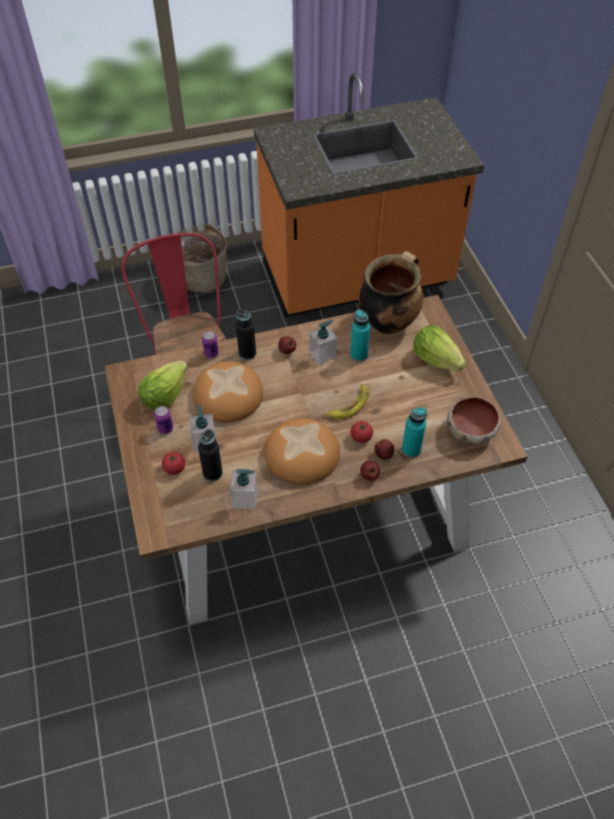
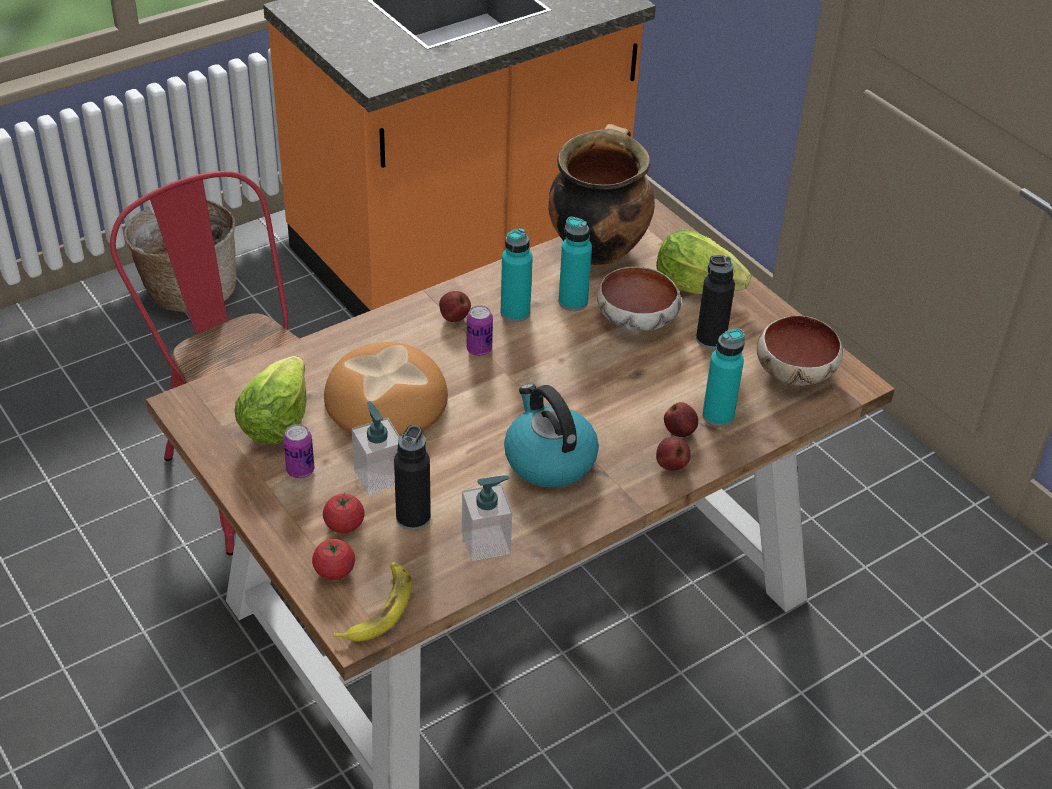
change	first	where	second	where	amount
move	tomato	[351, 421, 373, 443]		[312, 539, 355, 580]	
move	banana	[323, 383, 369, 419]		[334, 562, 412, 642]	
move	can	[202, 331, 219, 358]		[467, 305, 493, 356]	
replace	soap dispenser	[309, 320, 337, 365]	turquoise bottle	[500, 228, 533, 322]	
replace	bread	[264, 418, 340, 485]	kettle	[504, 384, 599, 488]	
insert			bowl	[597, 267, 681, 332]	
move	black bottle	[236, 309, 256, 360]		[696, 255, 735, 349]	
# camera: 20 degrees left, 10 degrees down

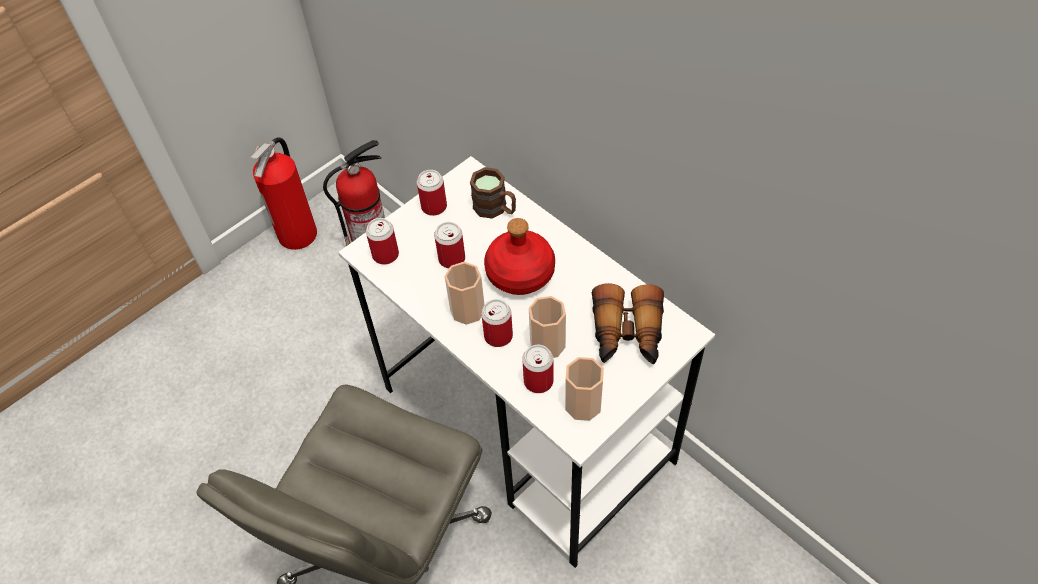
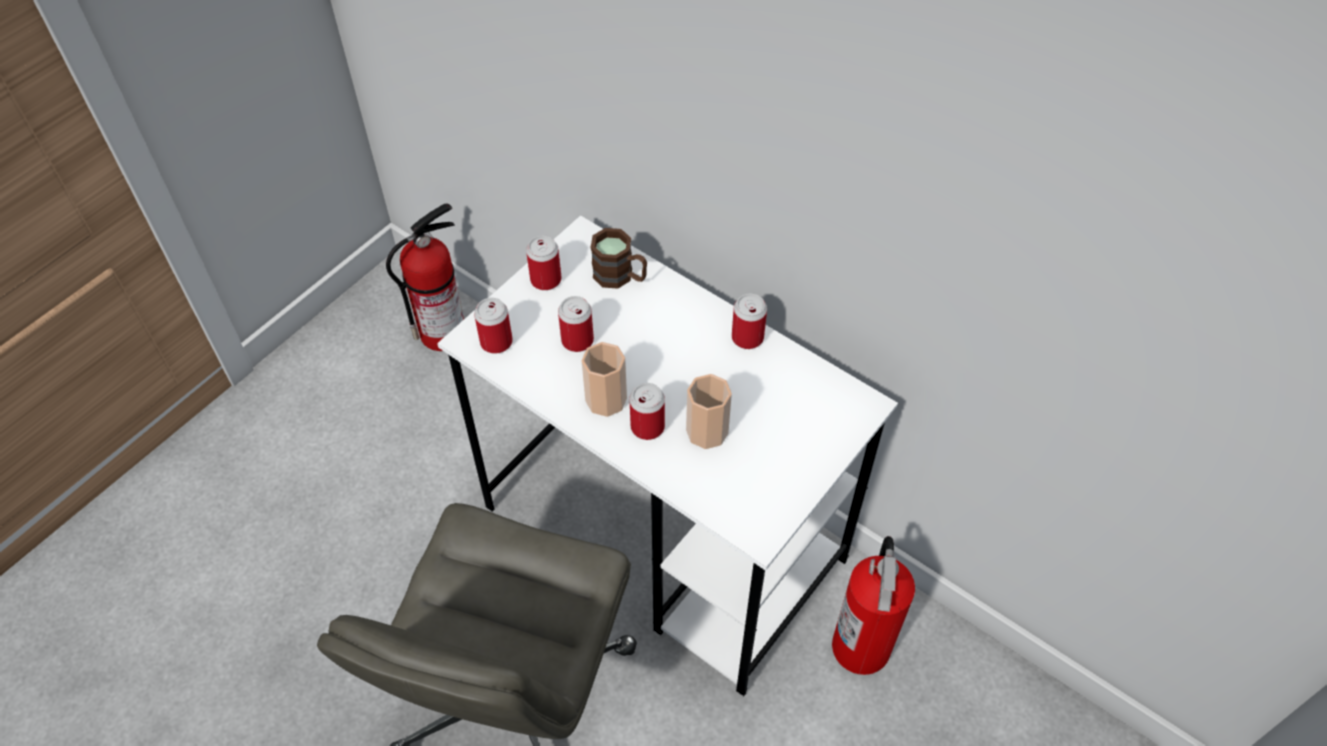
change	first	where	second	where	amount
move	can	[522, 345, 554, 393]		[732, 293, 767, 349]	
move	fire extinguisher	[250, 137, 317, 250]		[832, 536, 915, 675]	
delete	red bottle	[484, 218, 555, 295]			
delete	cup	[565, 357, 604, 421]			
delete	binoculars	[592, 283, 664, 364]			
# camera: 10 degrees left, 0 degrees up

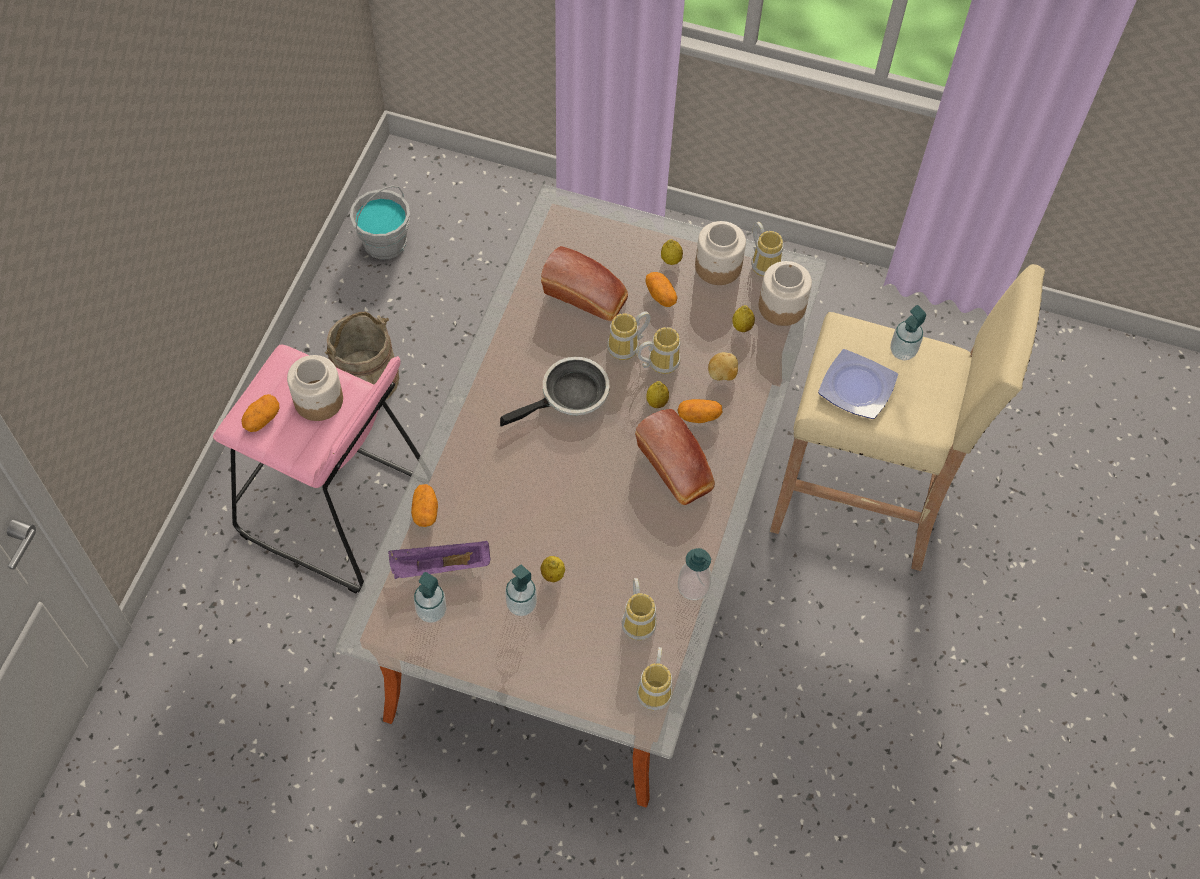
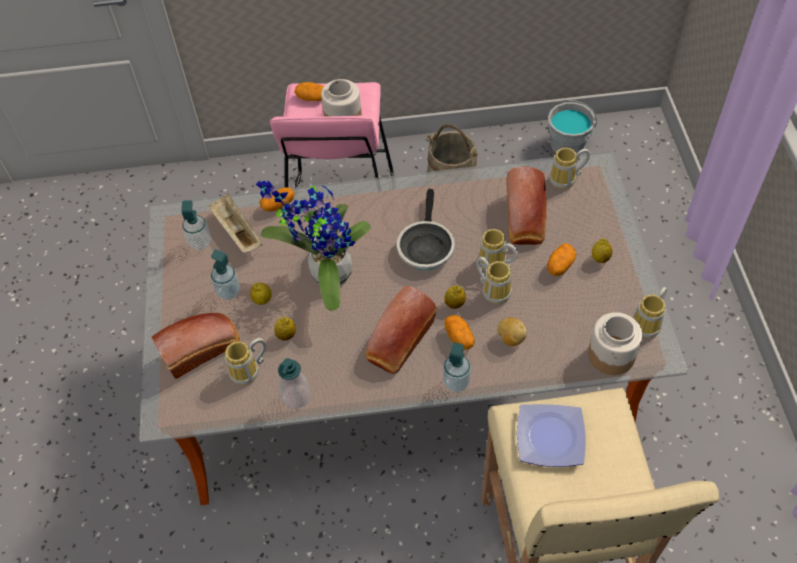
change	first	where	second	where	amount
insert			bread	[152, 313, 240, 379]	
recolor	purple tray	[388, 541, 490, 579]	beige tray	[208, 193, 263, 253]	
insert			potted plant	[256, 177, 371, 311]	
move	lemon	[732, 305, 755, 332]		[274, 317, 296, 340]	
rotate	frying pan	[500, 357, 610, 426]		[397, 189, 455, 270]	60 degrees clockwise
move	soap dispenser	[890, 305, 926, 361]		[443, 342, 471, 392]	
move	mug	[637, 647, 672, 711]		[549, 148, 590, 189]	
delete	jar	[695, 221, 746, 285]			
# camera: 70 degrees right, 5 degrees down

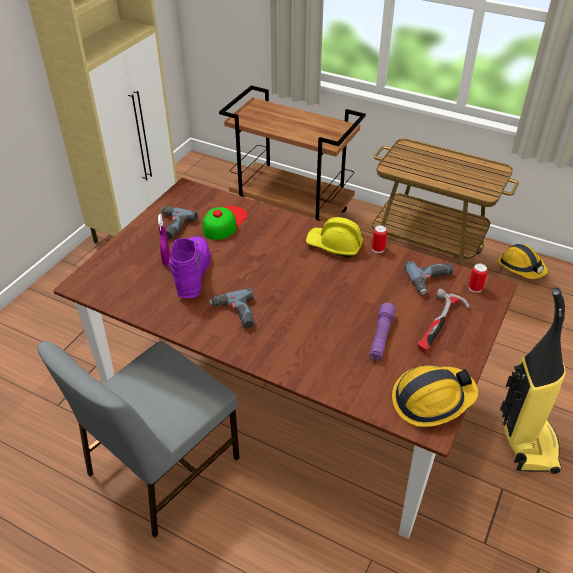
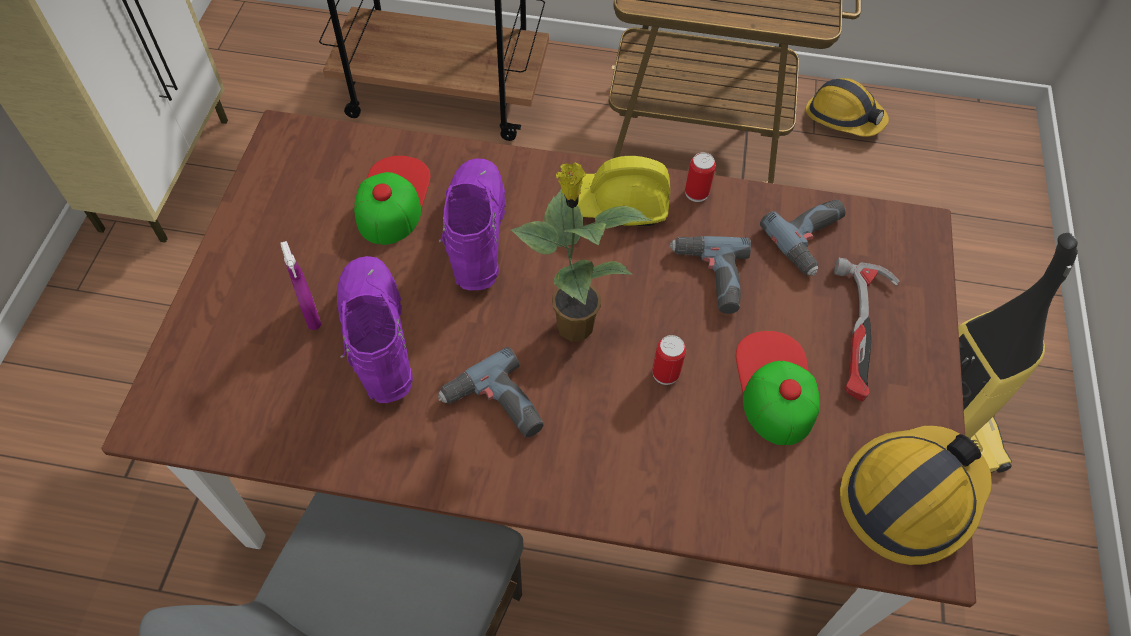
change	first	where	second	where	amount
insert			purple boot	[439, 159, 506, 290]	
insert			potted plant	[511, 163, 652, 342]	
move	can	[469, 263, 488, 293]		[652, 335, 686, 385]	
move	power drill	[160, 206, 198, 239]		[670, 236, 751, 314]	
replace	purple flashlight	[370, 303, 396, 361]	cap	[736, 331, 820, 445]	
# camera: 20 degrees left, 15 degrees up

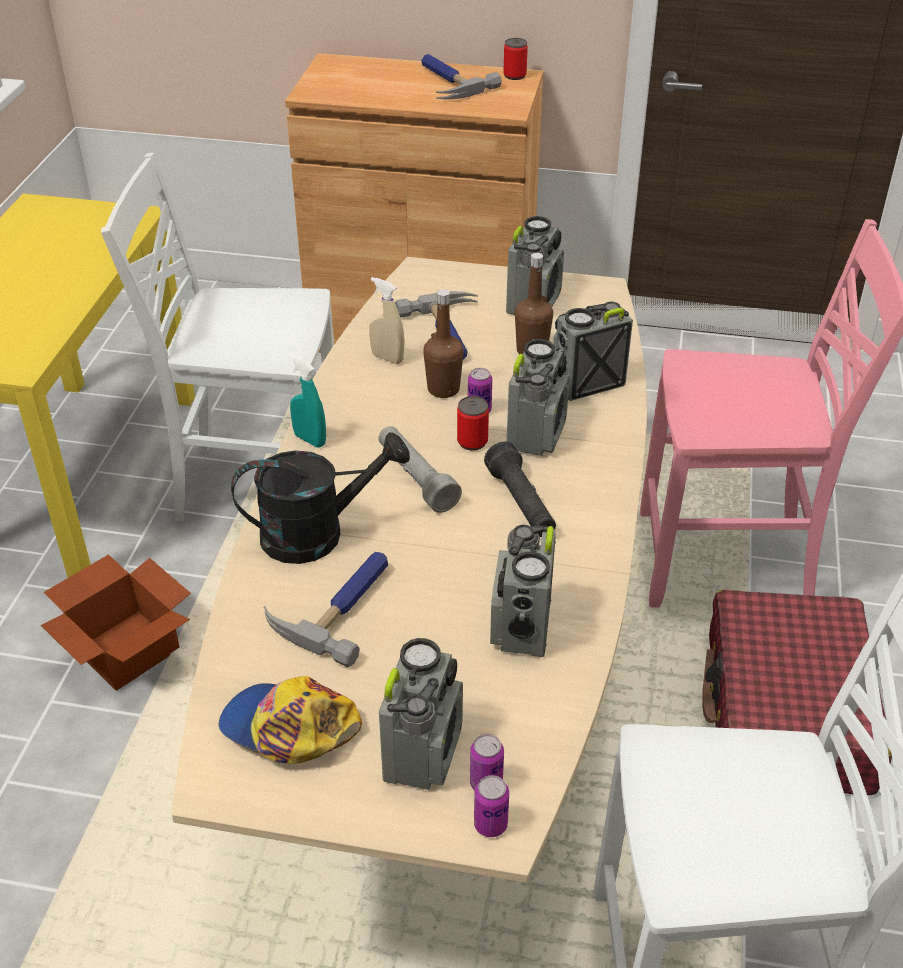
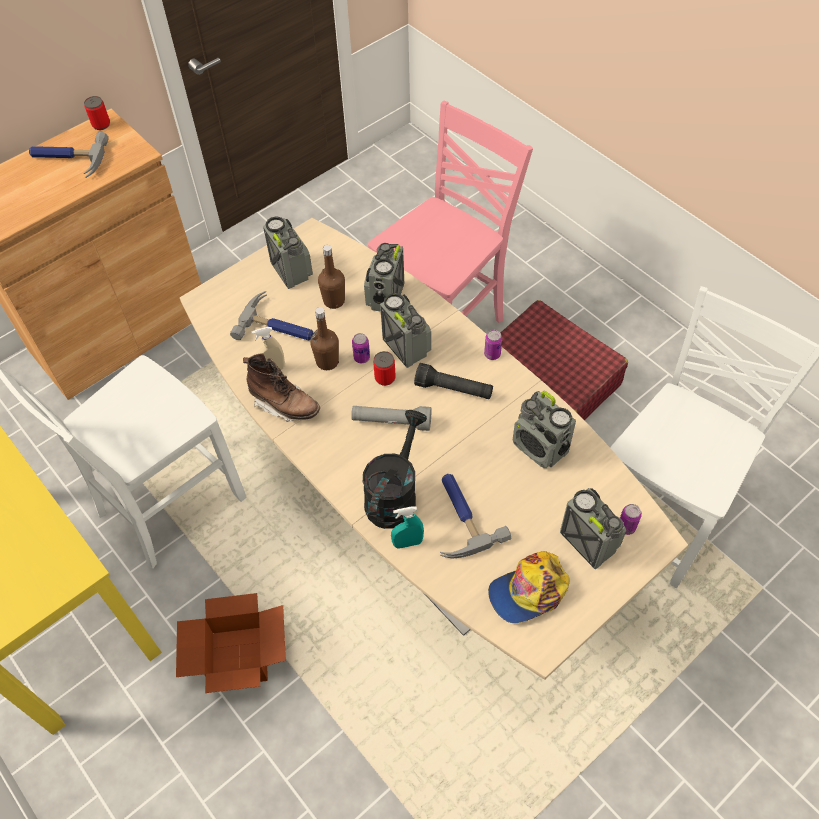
change	first	where	second	where	amount
insert			brown boot	[243, 354, 320, 422]	
move	turquoise spray bottle	[289, 355, 326, 448]		[391, 506, 424, 549]	
move	can	[474, 775, 509, 837]		[484, 330, 502, 360]	
# camera: 50 degrees left, 15 degrees up

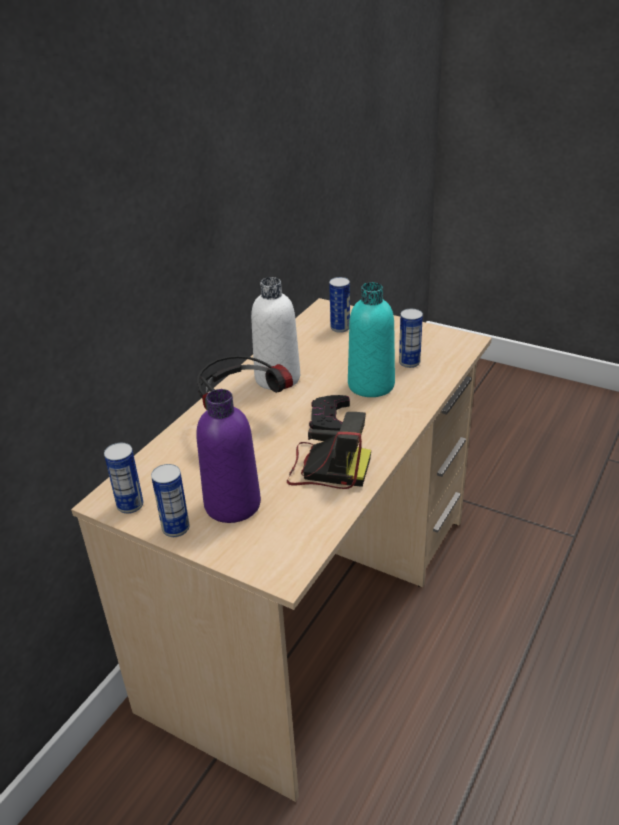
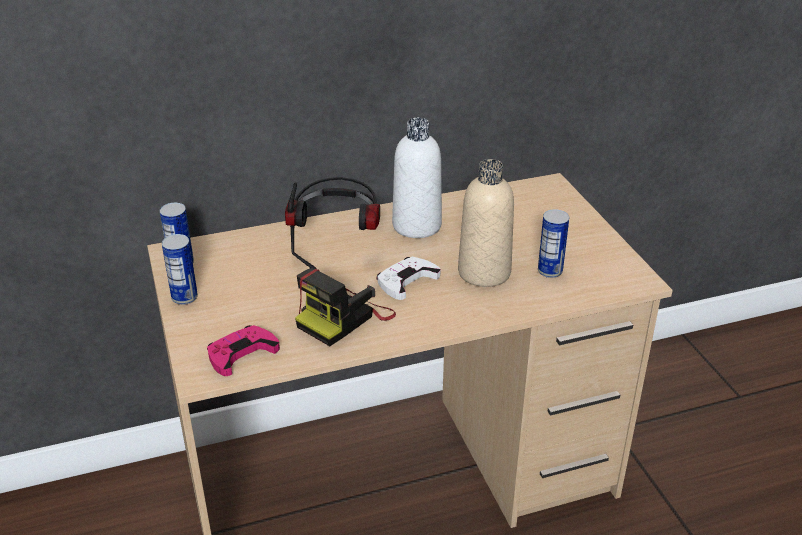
change	first	where	second	where	amount
insert			pink game controller	[207, 325, 280, 376]	
rotate	photo camera	[287, 412, 371, 489]		[295, 268, 396, 346]	75 degrees clockwise
recolor	black game controller	[309, 395, 350, 431]	white game controller	[376, 257, 441, 300]	
recolor	turquoise bottle	[348, 282, 395, 397]	beige bottle	[458, 159, 514, 287]	
delete	purple bottle	[196, 389, 261, 523]			
delete	can	[329, 277, 350, 333]			
# camera: 40 degrees right, 0 degrees up

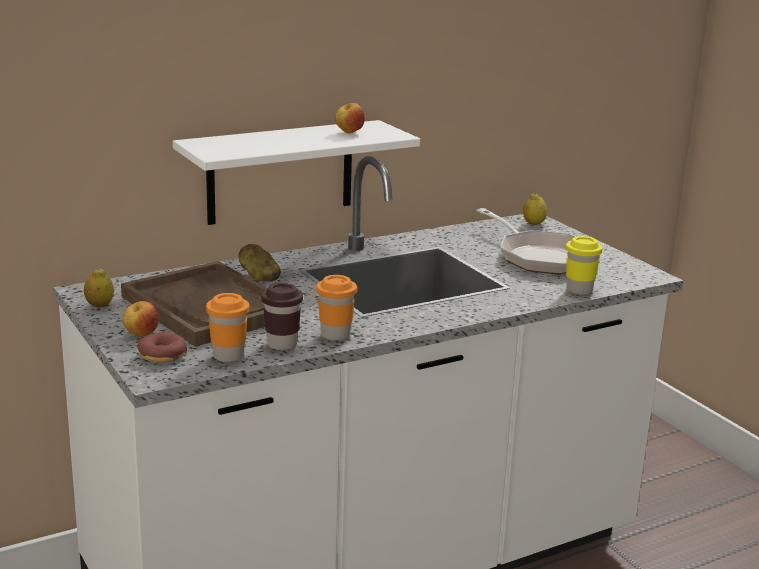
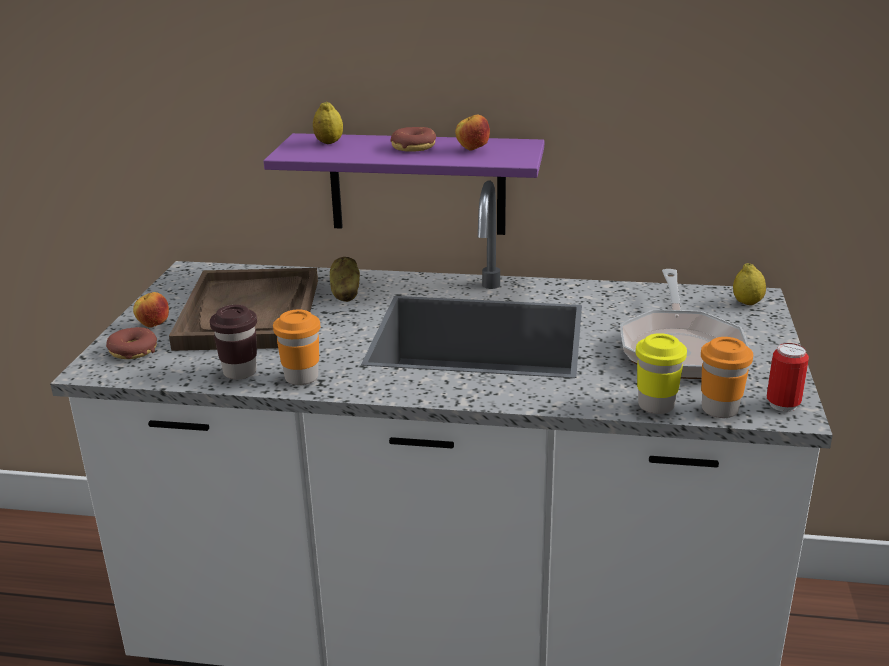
change	first	where	second	where	amount
recolor	white shelf	[173, 120, 420, 225]	purple shelf	[263, 133, 544, 235]	
move	lemon	[84, 268, 114, 307]		[313, 101, 343, 144]	
insert			donut	[390, 127, 436, 152]	
move	orange cup	[206, 293, 249, 362]		[701, 337, 753, 418]	
insert			can	[767, 343, 809, 412]	
# camera: 40 degrees right, 5 degrees up

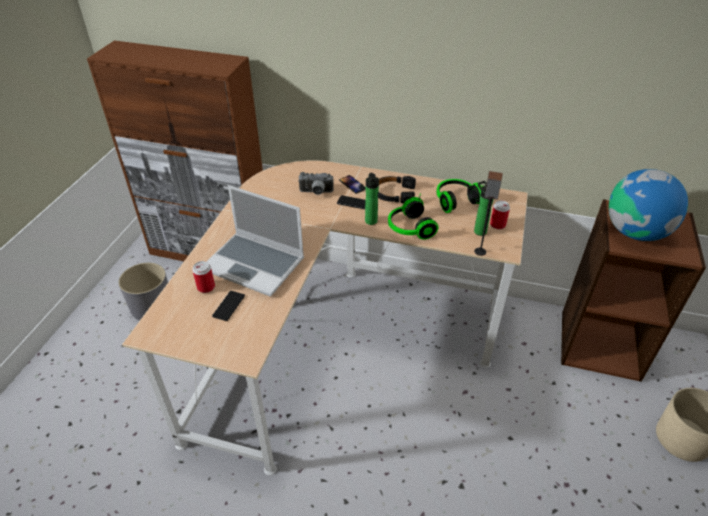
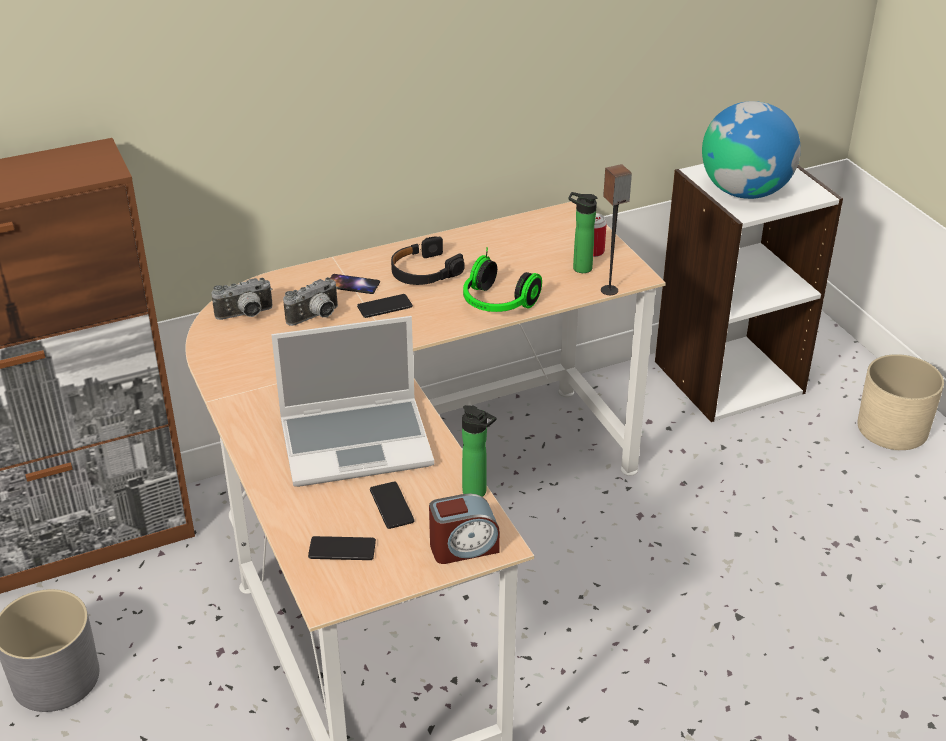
change	first	where	second	where	amount
insert			photo camera	[212, 278, 273, 320]	
insert			phone	[308, 536, 376, 560]	
insert			alarm clock	[429, 493, 500, 564]	
move	bottle	[365, 173, 379, 225]		[462, 405, 496, 497]	
recolor	brown bookcase	[561, 199, 706, 382]	white bookcase	[655, 164, 843, 422]	
delete	can	[192, 261, 215, 293]			
delete	headphones	[436, 179, 483, 213]			
# camera: 40 degrees left, 5 degrees down

